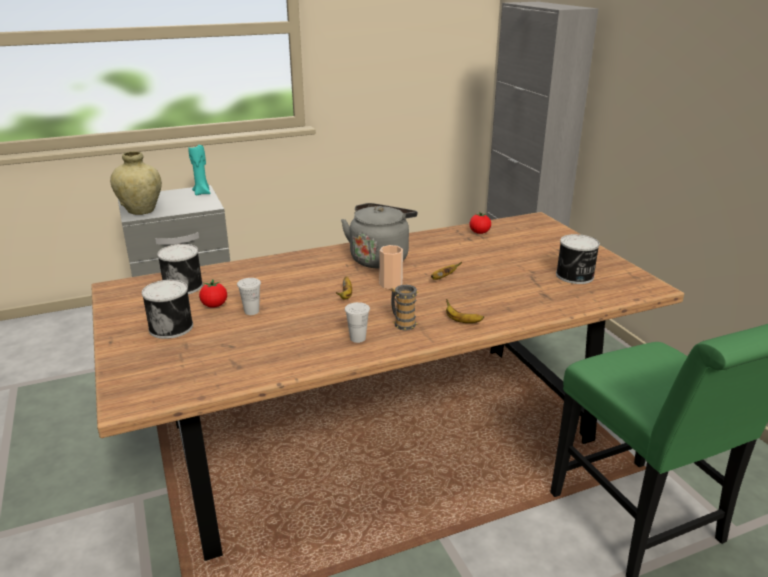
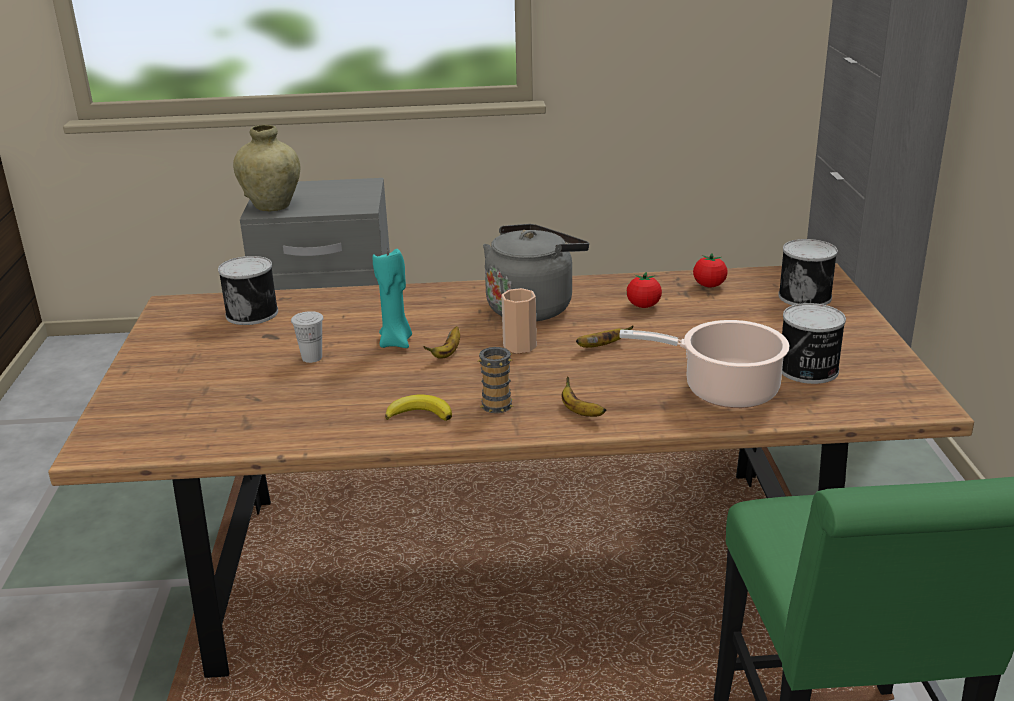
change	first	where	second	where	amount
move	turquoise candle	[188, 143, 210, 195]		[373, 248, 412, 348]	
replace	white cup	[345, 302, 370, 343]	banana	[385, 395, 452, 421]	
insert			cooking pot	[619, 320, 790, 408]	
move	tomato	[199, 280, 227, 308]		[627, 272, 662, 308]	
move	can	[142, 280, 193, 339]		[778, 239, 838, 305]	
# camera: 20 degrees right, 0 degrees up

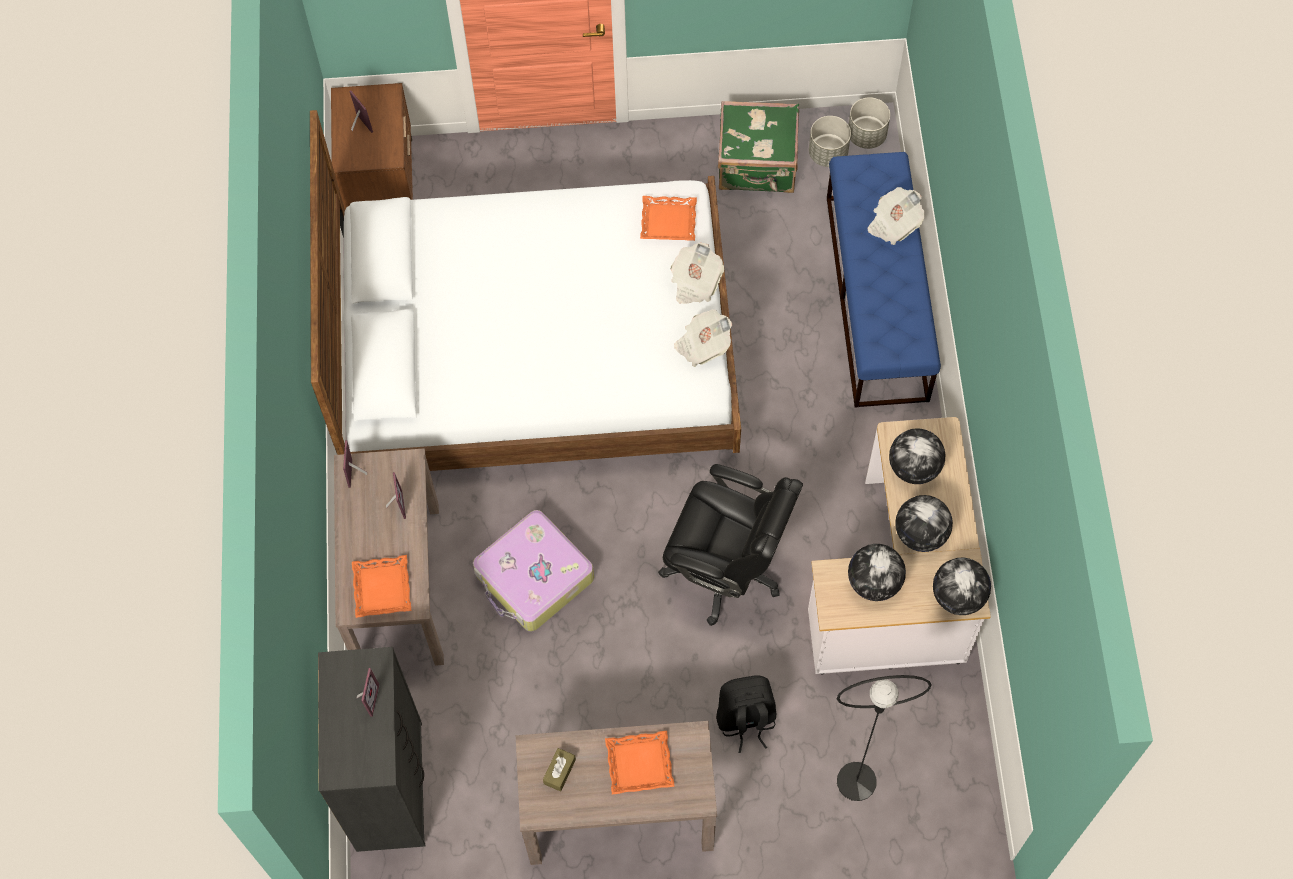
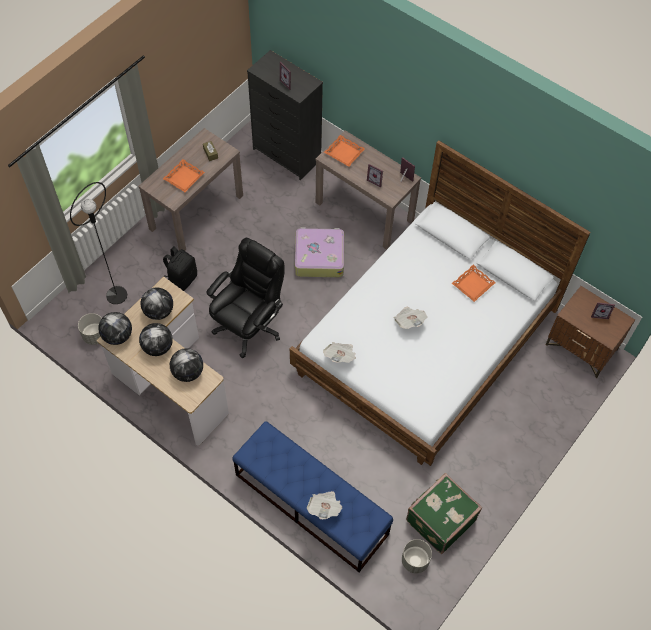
change	first	where	second	where	amount
move	grey planter	[848, 97, 890, 149]		[78, 313, 102, 345]	
rotate	black office chair	[658, 464, 803, 626]		[206, 238, 285, 358]	150 degrees clockwise
move	newspaper	[671, 243, 724, 304]		[394, 307, 427, 329]	
move	orange tray	[640, 196, 697, 241]		[452, 265, 496, 302]	
# camera: 130 degrees right, 5 degrees down

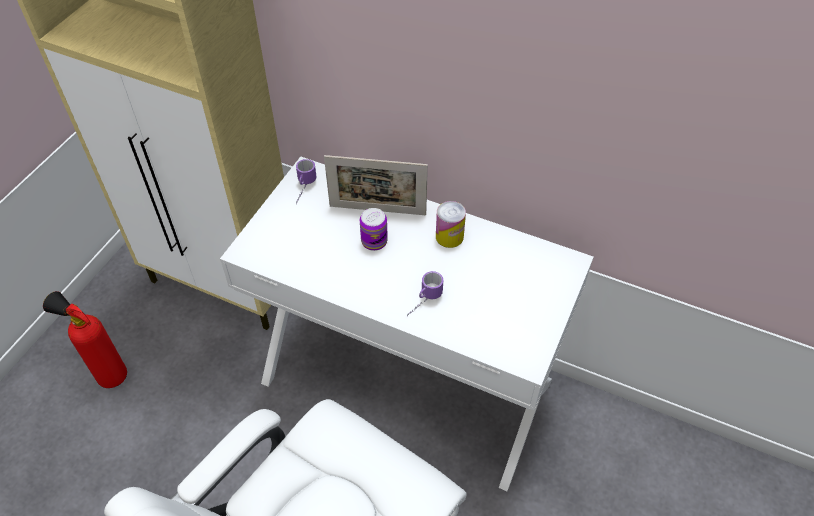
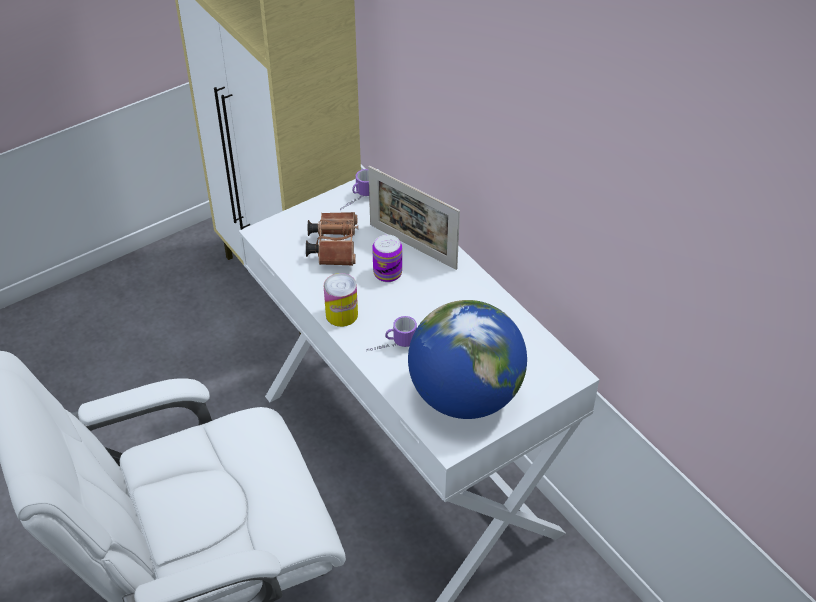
change	first	where	second	where	amount
insert			brown binoculars	[306, 212, 358, 266]	
move	can	[436, 201, 466, 248]		[324, 273, 358, 327]	
insert			globe	[408, 300, 527, 419]	
delete	fire extinguisher	[43, 291, 127, 388]			
# camera: 30 degrees right, 5 degrees down

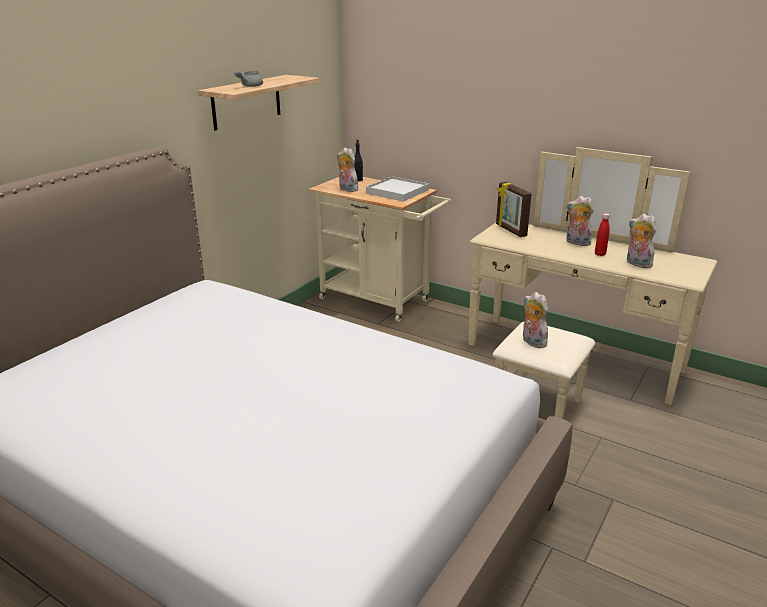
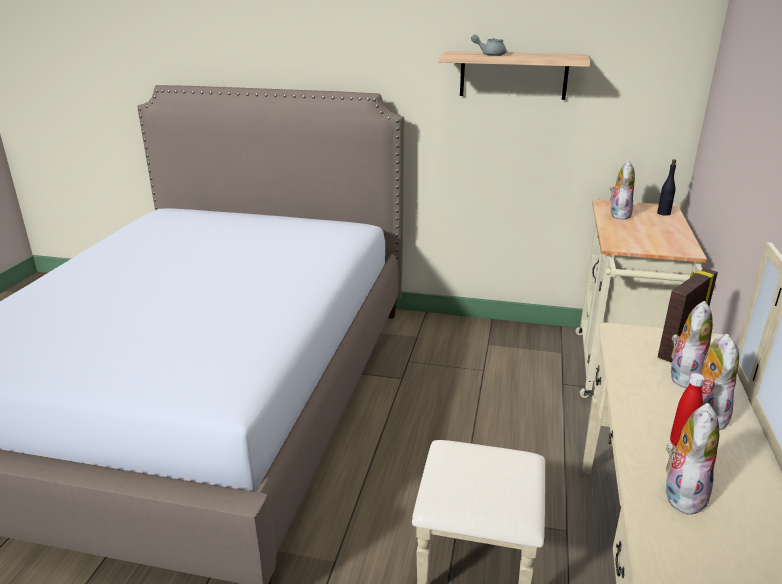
change	first	where	second	where	amount
move	plush toy	[523, 292, 548, 348]		[671, 301, 713, 388]	
delete	white tray	[366, 176, 429, 201]			
# camera: 70 degrees right, 0 degrees up

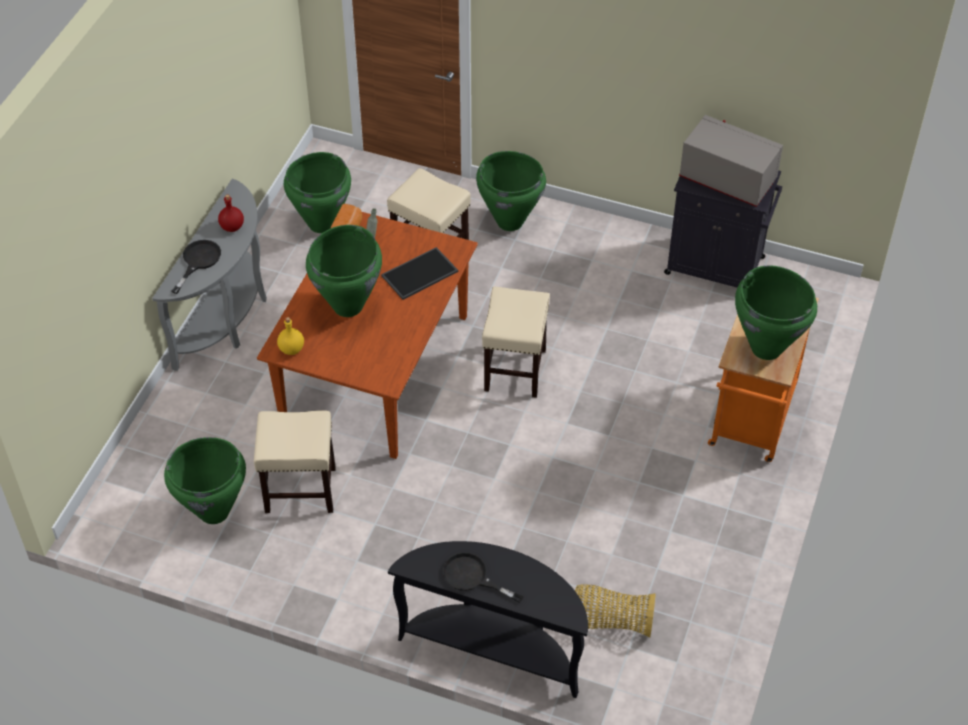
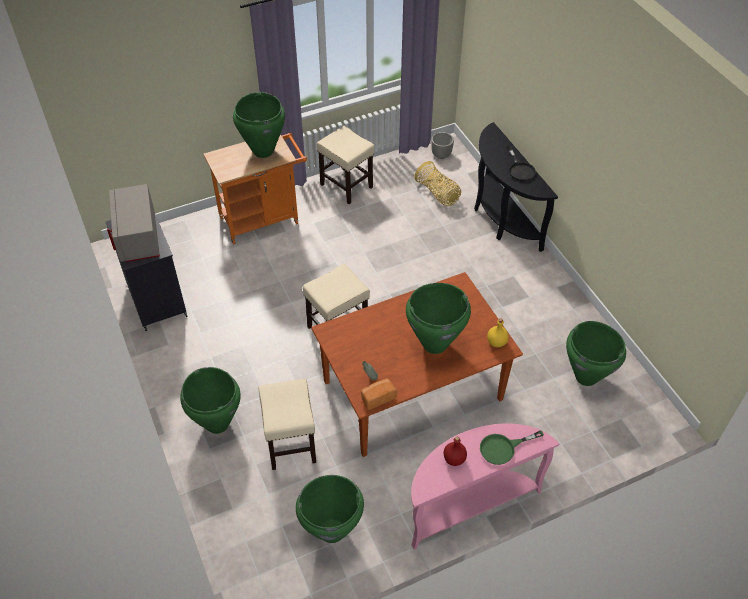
change	first	where	second	where	amount
move	beige stool	[254, 410, 336, 513]		[317, 126, 374, 204]	
recolor	grey console table	[152, 179, 267, 371]	pink console table	[411, 423, 559, 550]	
insert			planter	[431, 132, 454, 159]	
recolor	black frying pan	[171, 240, 221, 294]	green frying pan	[480, 430, 544, 465]	
delete	tray	[381, 247, 458, 300]			
# camera: 135 degrees left, 0 degrees up

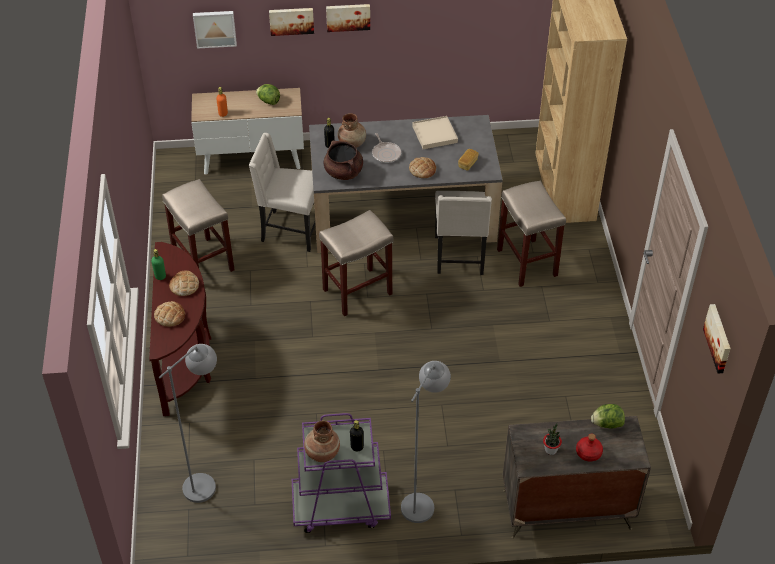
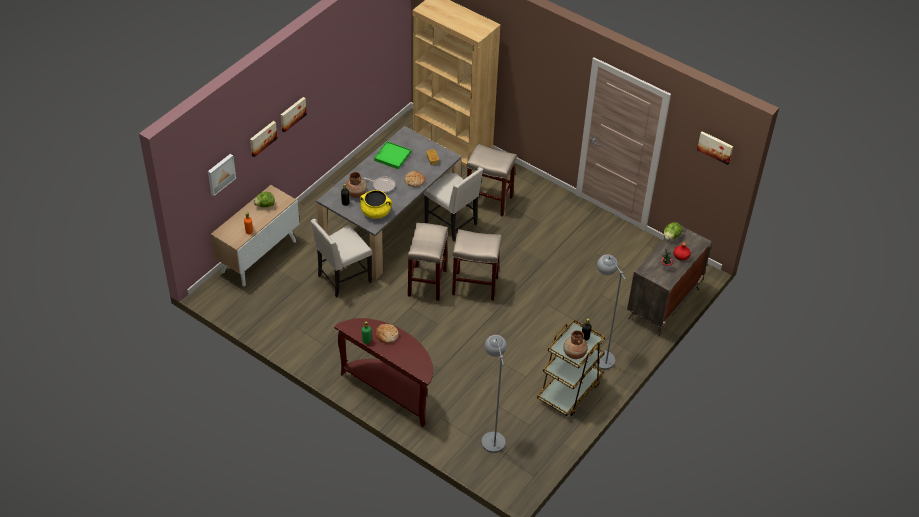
change	first	where	second	where	amount
recolor	brown cooking pot	[324, 141, 363, 180]	yellow cooking pot	[360, 190, 392, 219]	
recolor	beige tray	[412, 116, 458, 149]	green tray	[374, 141, 411, 169]	
move	beige stool	[162, 179, 235, 272]		[452, 229, 502, 301]	
recolor	purple cart	[292, 413, 391, 533]	brown cart	[537, 319, 605, 416]	
delete	bread	[154, 301, 185, 327]			
# camera: 50 degrees left, 0 degrees up

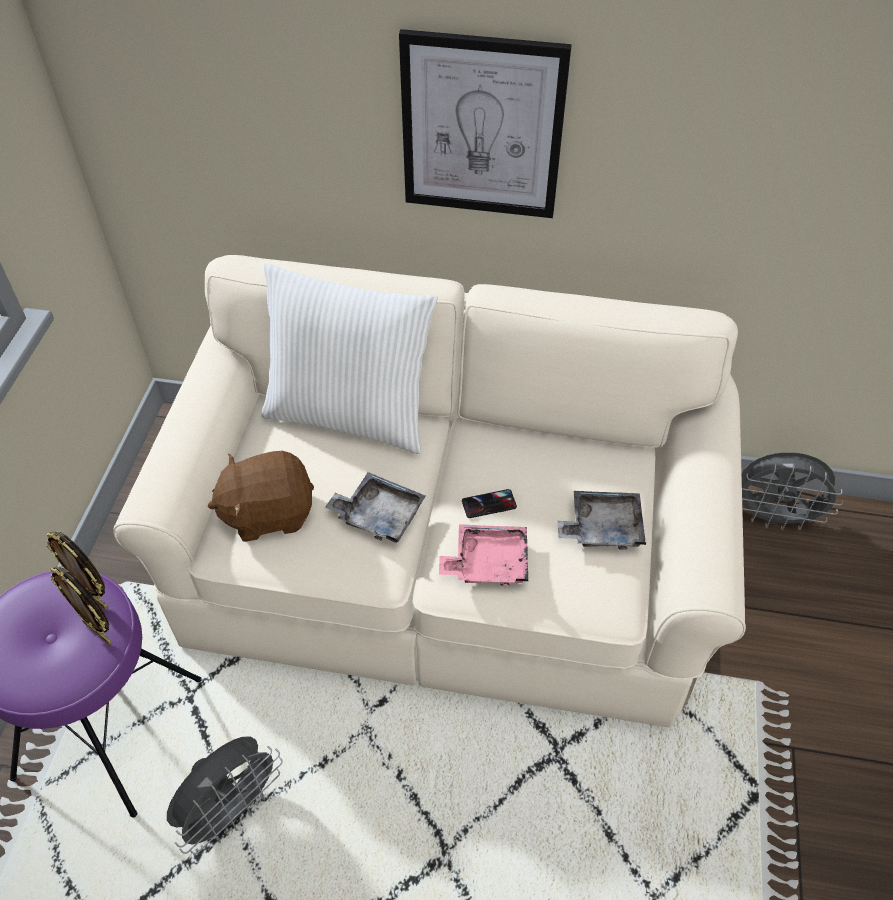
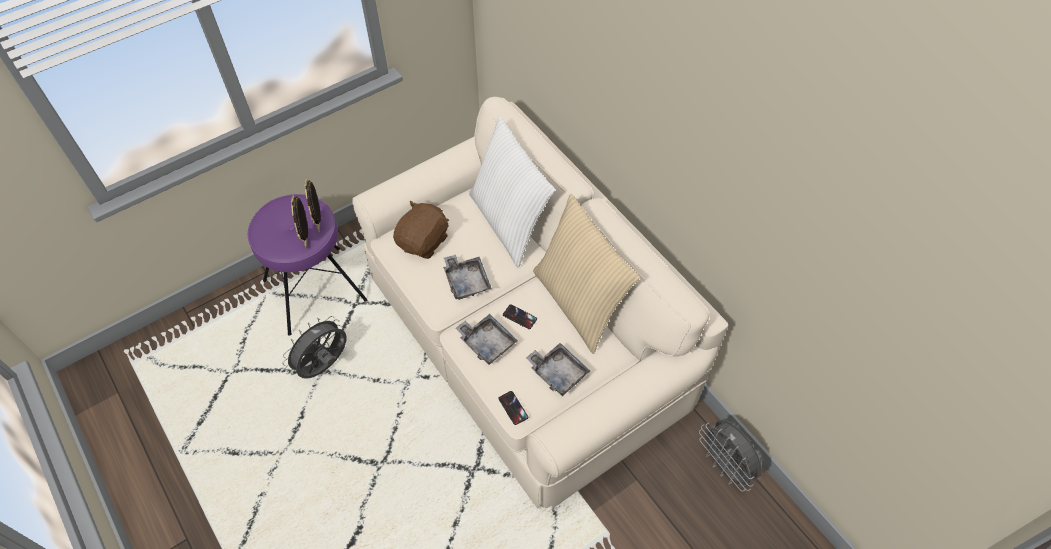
change	first	where	second	where	amount
rotate	grey fan	[167, 737, 283, 854]		[283, 316, 347, 379]	135 degrees clockwise
rotate	brown plush toy	[208, 451, 314, 542]		[393, 201, 449, 259]	90 degrees clockwise
recolor	pink tray	[439, 524, 528, 586]	grey tray	[456, 314, 518, 365]	
insert			phone	[498, 391, 528, 425]	
insert			beige pillow	[533, 194, 640, 354]	
delete	picture	[399, 29, 571, 218]			
# camera: 45 degrees right, 5 degrees up

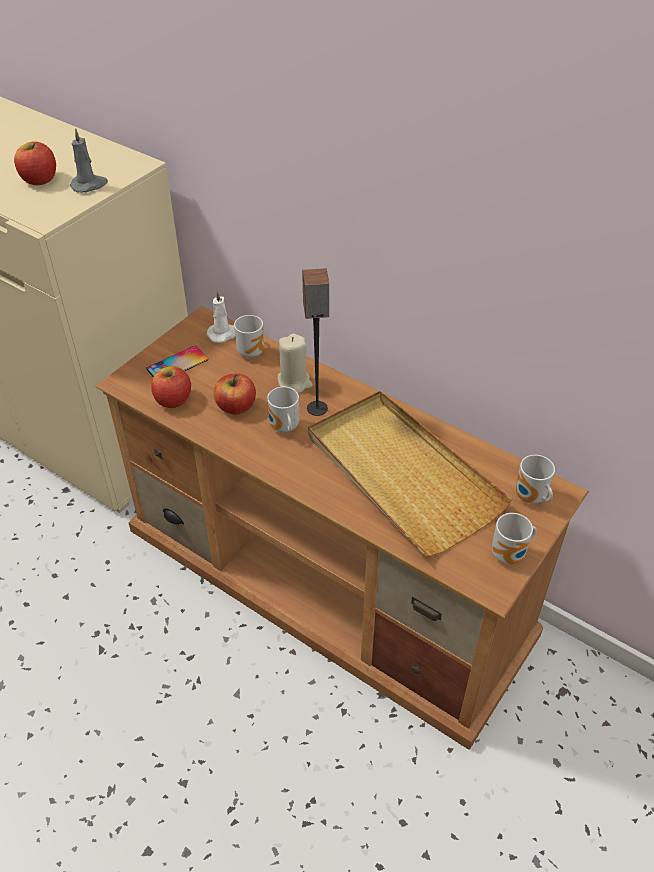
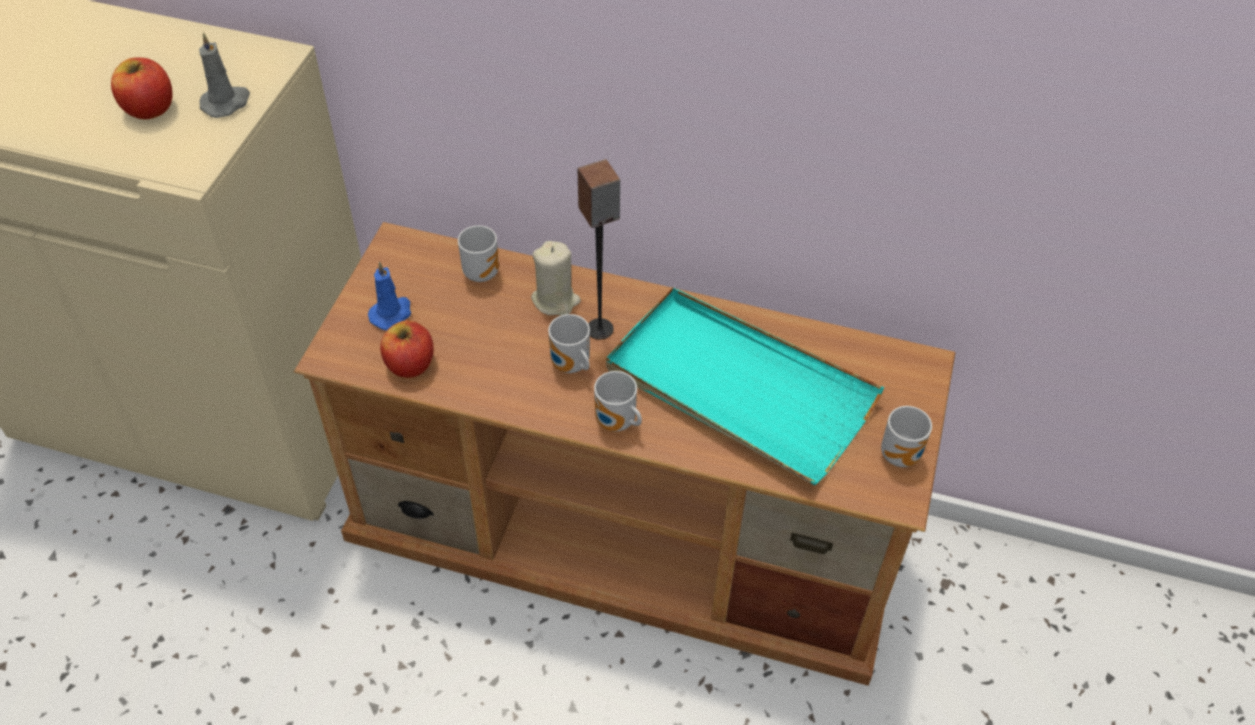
change	first	where	second	where	amount
replace	phone	[146, 346, 208, 376]	blue candle	[368, 262, 411, 330]	
move	mug	[516, 455, 555, 504]		[594, 371, 642, 432]	
recolor	beige tray	[308, 391, 512, 557]	turquoise tray	[606, 287, 884, 485]	
delete	white candle	[207, 290, 235, 343]			
delete	apple	[214, 374, 256, 415]			
# camera: 20 degrees left, 5 degrees up

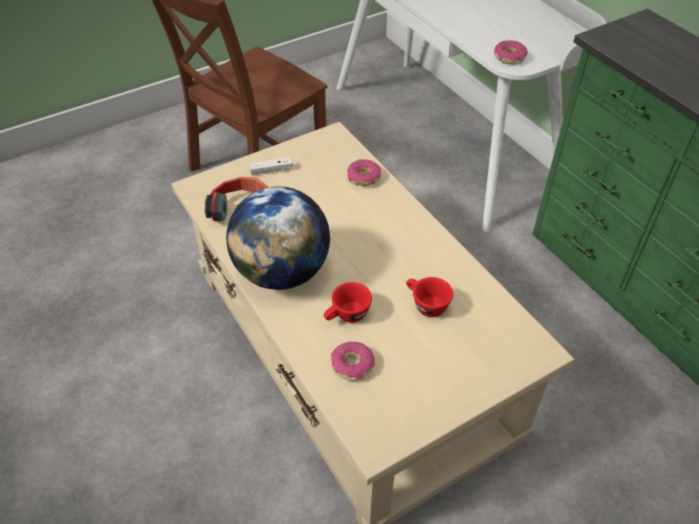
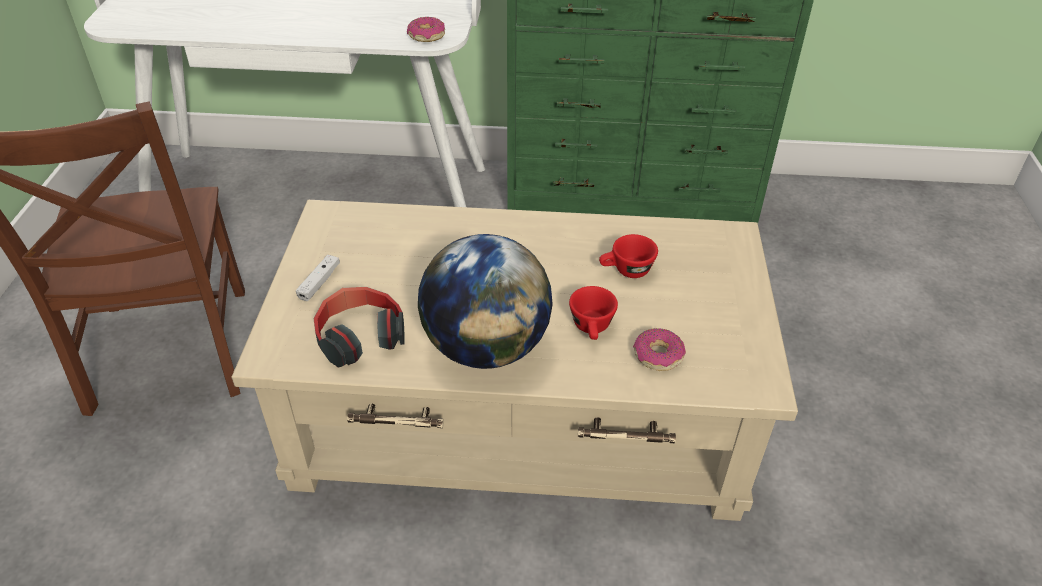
change	first	where	second	where	amount
delete	donut	[347, 159, 381, 186]			
# camera: 55 degrees left, 5 degrees down

